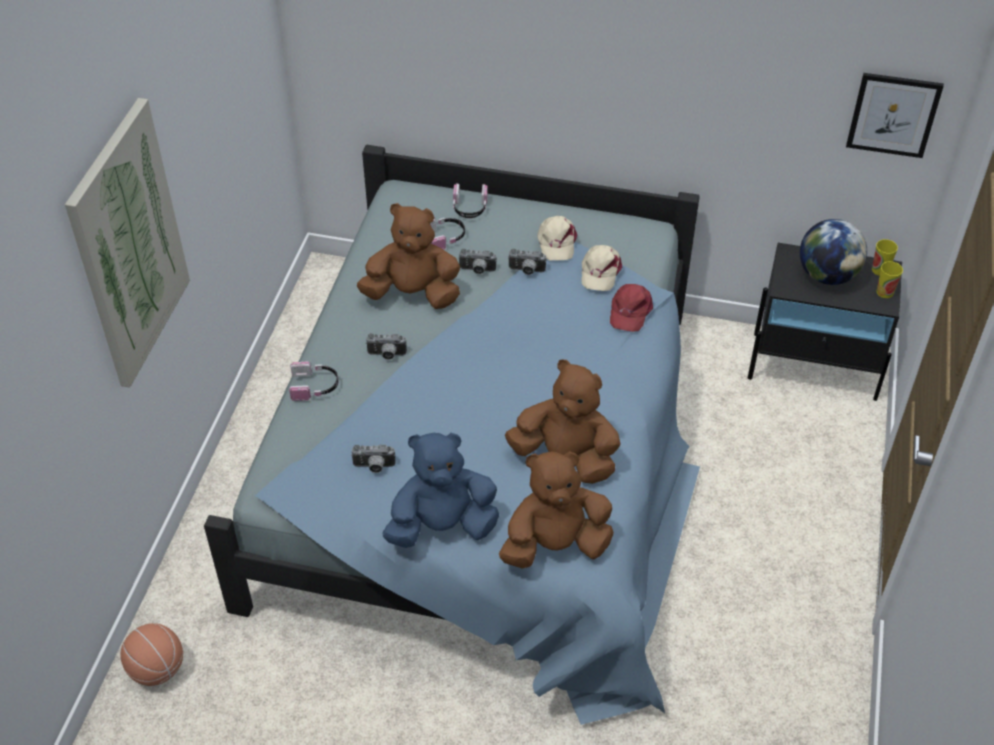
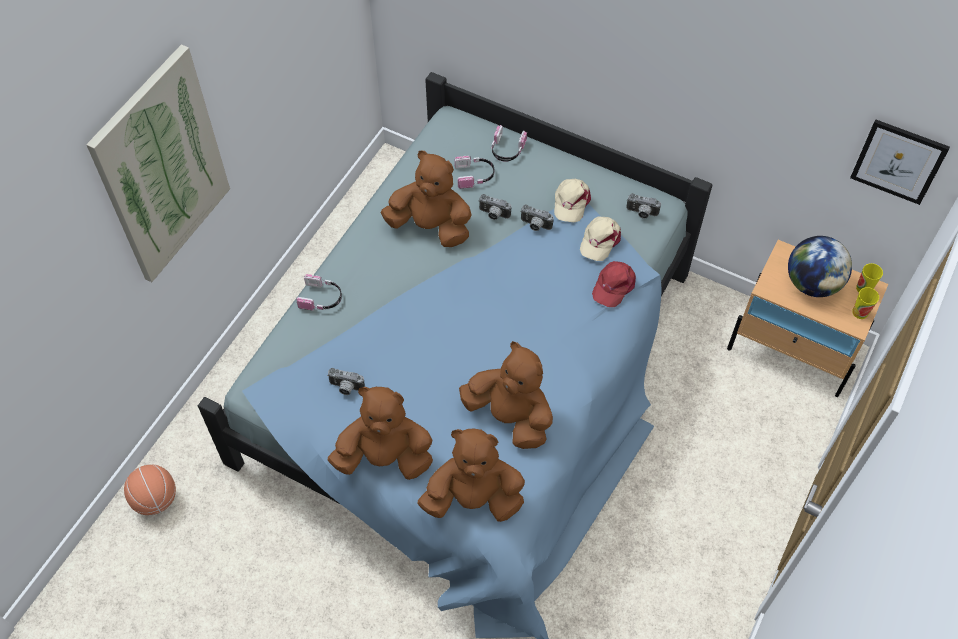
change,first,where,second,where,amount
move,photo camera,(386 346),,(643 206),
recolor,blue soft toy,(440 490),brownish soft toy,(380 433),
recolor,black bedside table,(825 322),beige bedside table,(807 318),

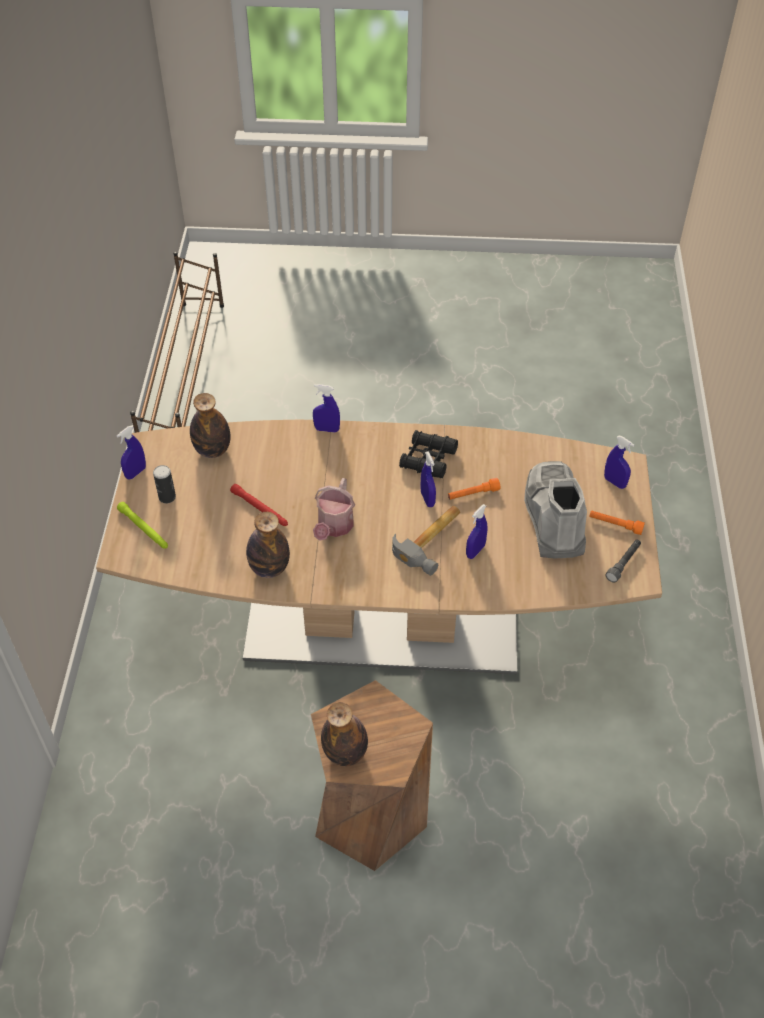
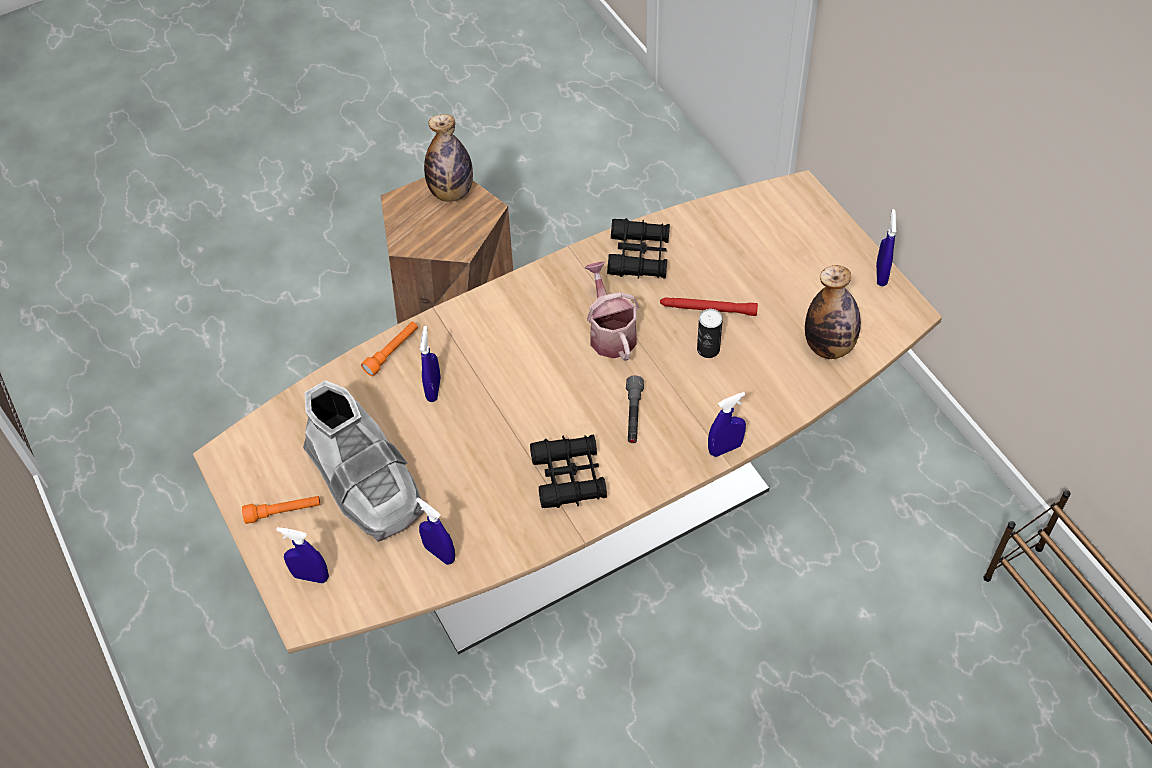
change,first,where,second,where,amount
delete,greenish flashlight,(142 525),,,
delete,hammer,(426 541),,,
move,sealed can,(164 484),,(710 333),
move,blue sprayer,(428 479),,(435 531),
move,orange flashlight,(474 489),,(389 349),
move,gray flashlight,(623 561),,(635 409),
replace,bottle,(268 545),black binoculars,(638 248),

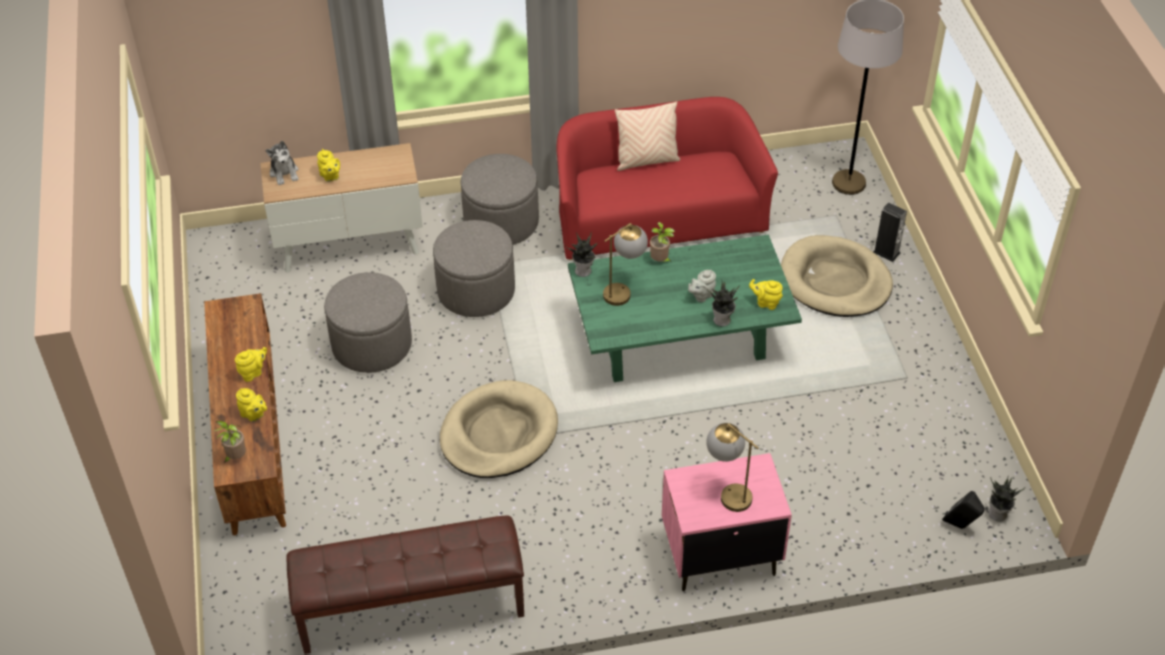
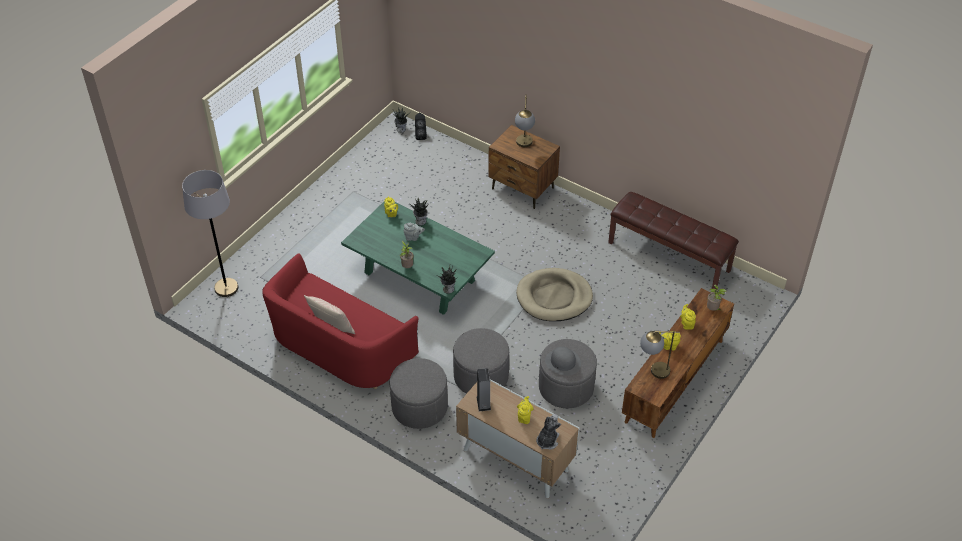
change,first,where,second,where,amount
delete,beige dog bed,(837 276),,,
insert,,,gray wearable hat,(563 361),
move,lamp for a table,(625 264),,(660 355),
move,speaker,(890 232),,(484 389),
recolor,pink-coloured bedside table,(727 522),brownish bedside table,(524 167),

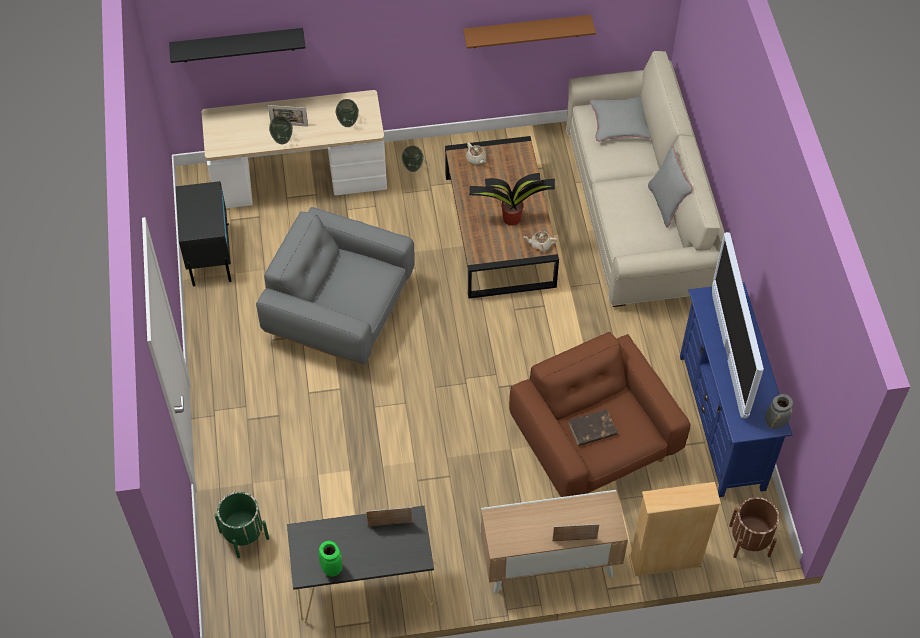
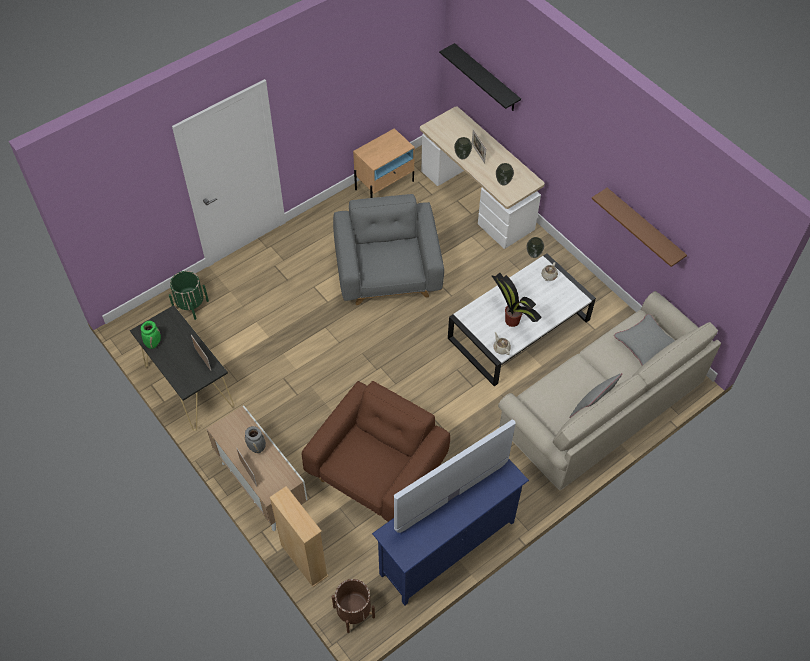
change,first,where,second,where,amount
delete,brownish volume,(592 427),,,
move,gray vase,(779 411),,(255 439),
recolor,black bedside table,(204 233),beige bedside table,(384 163),
recolor,brownish lounge table,(502 217),white lounge table,(522 320),

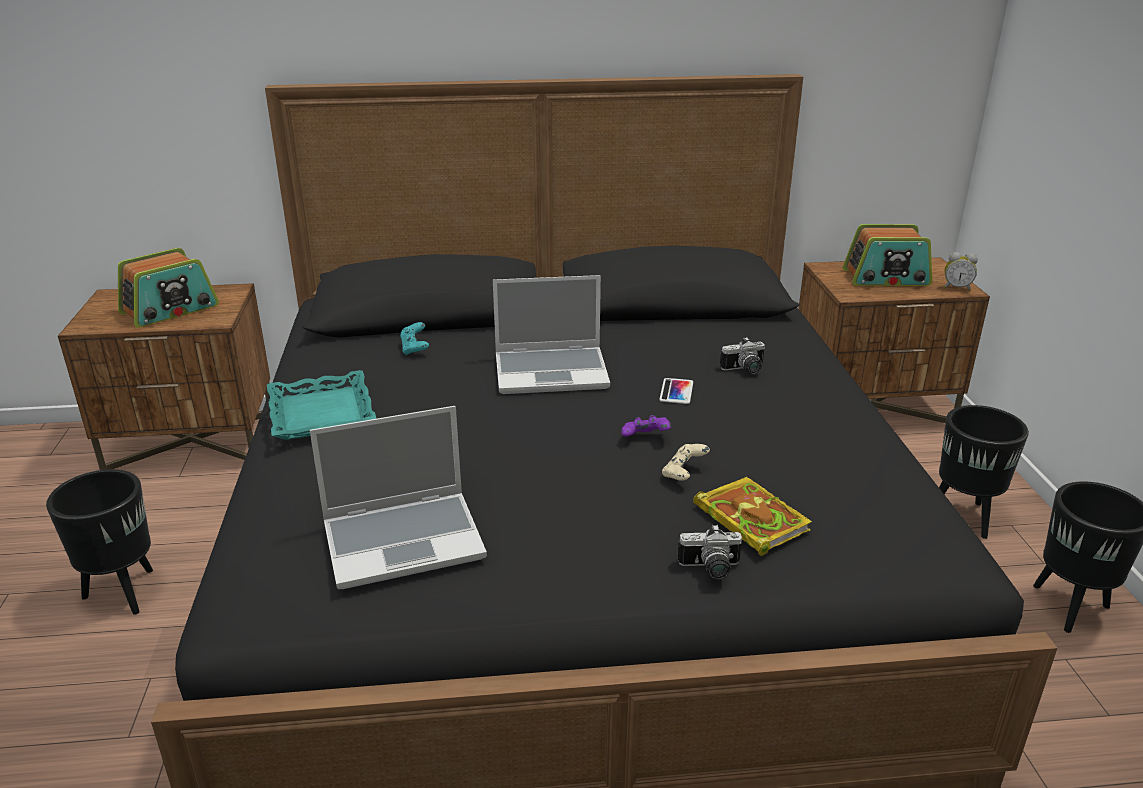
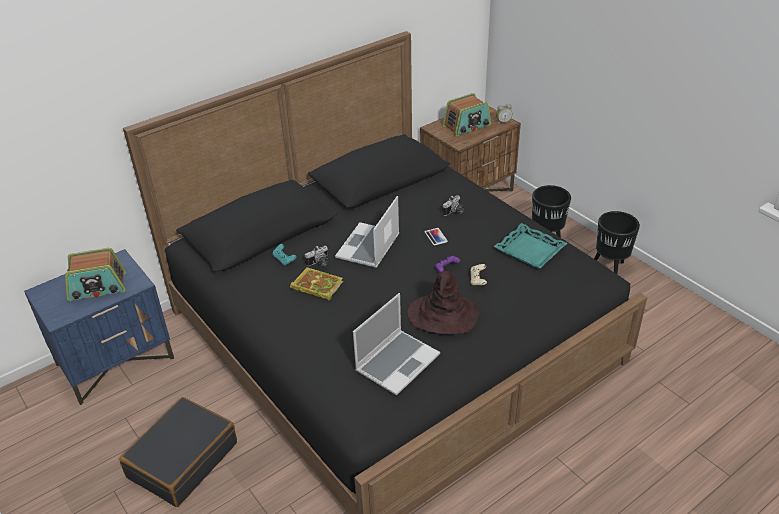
change,first,where,second,where,amount
insert,,,brownish wearable hat,(443 302),
move,blue-green serving tray,(322 405),,(530 245),
move,photo camera,(709 551),,(316 256),
move,volume,(752 516),,(316 283),
replace,black flower pot,(99 542),black suitcase,(178 452),
recolor,brownish bedside table,(164 376),blue bedside table,(99 327),
rotate,radio,(168 288),,(95 274),60 degrees clockwise
rotate,laptop,(551 334),,(367 232),150 degrees clockwise

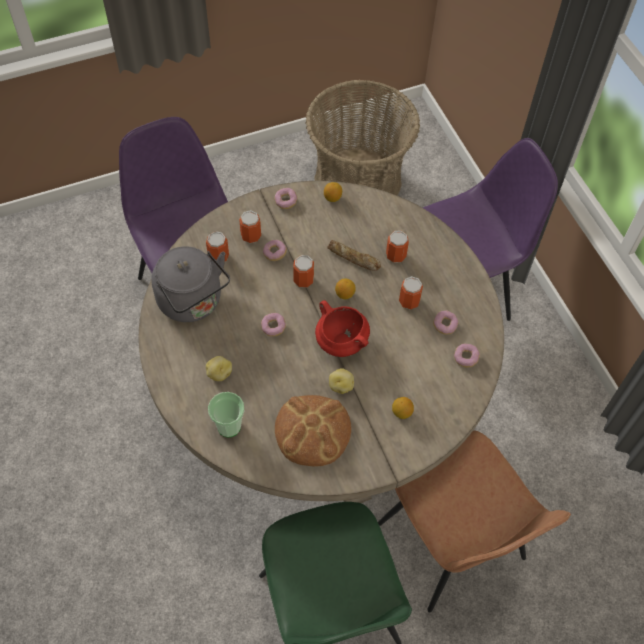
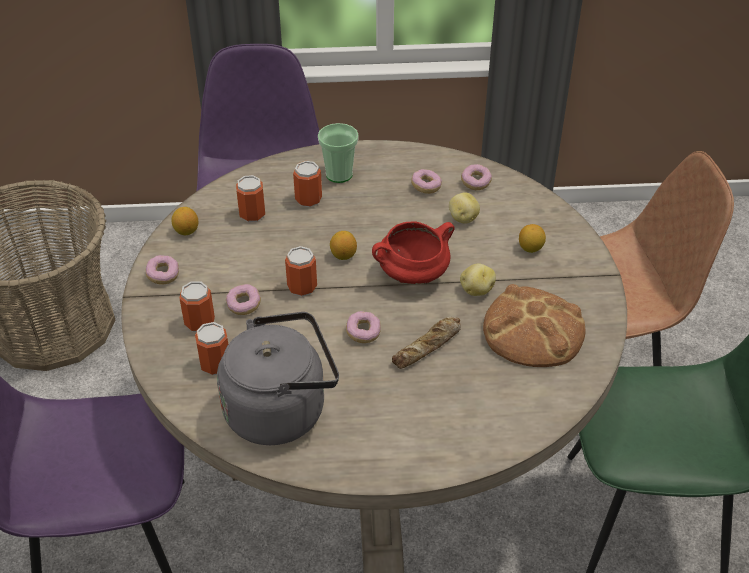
change,first,where,second,where,amount
move,potato,(219 368),,(464 207),
move,drinking cup,(226 415),,(338 153),
move,baked bread,(354 255),,(426 343),
move,sealed can,(411 293),,(250 198),

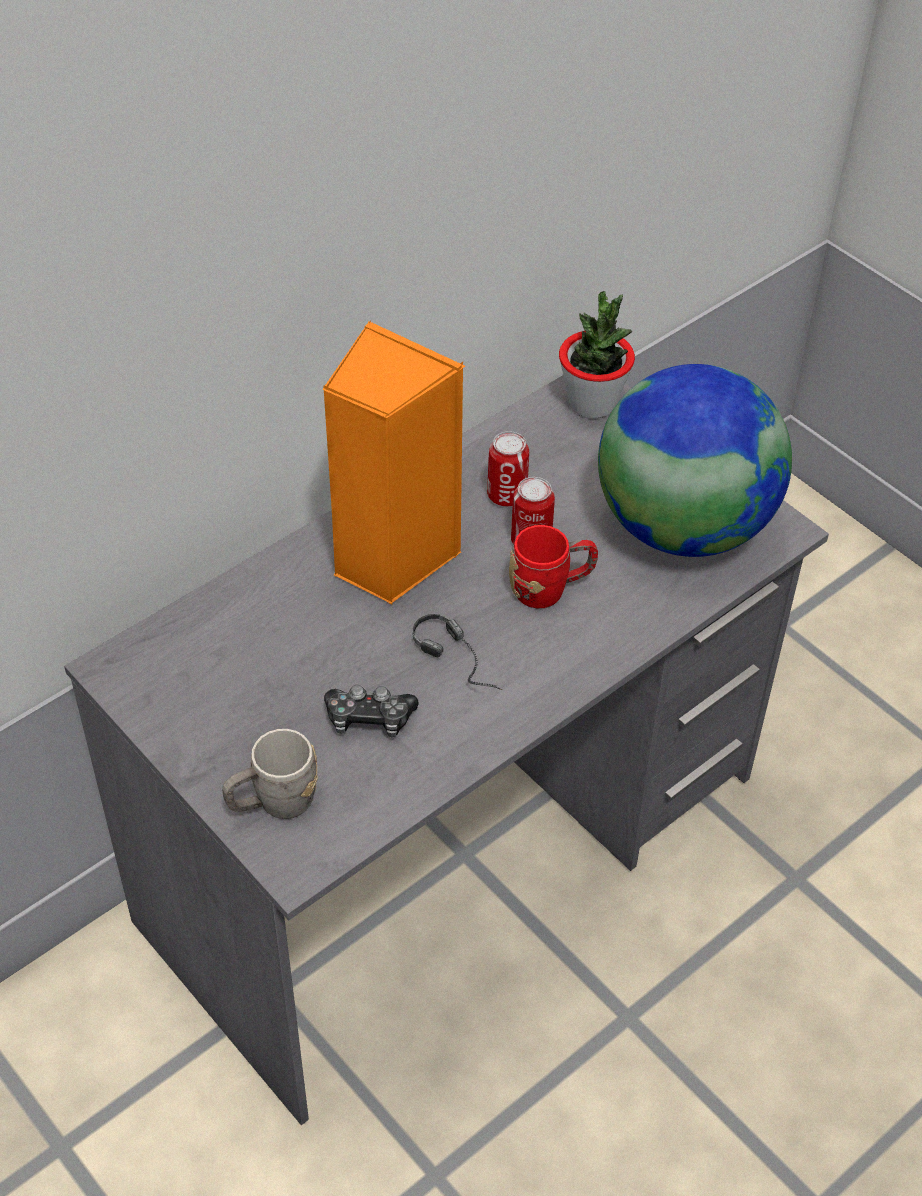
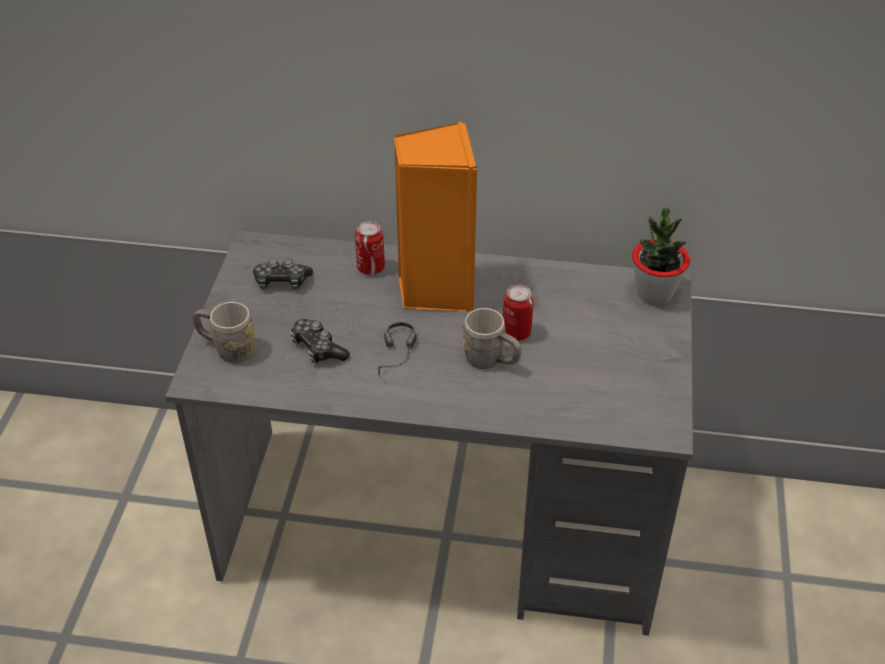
change,first,where,second,where,amount
delete,desk globe,(695 460),,,
insert,,,gamepad,(283 274),
move,sealed can,(508 469),,(370 248),
recolor,red tea mug,(553 566),gray tea mug,(491 338),

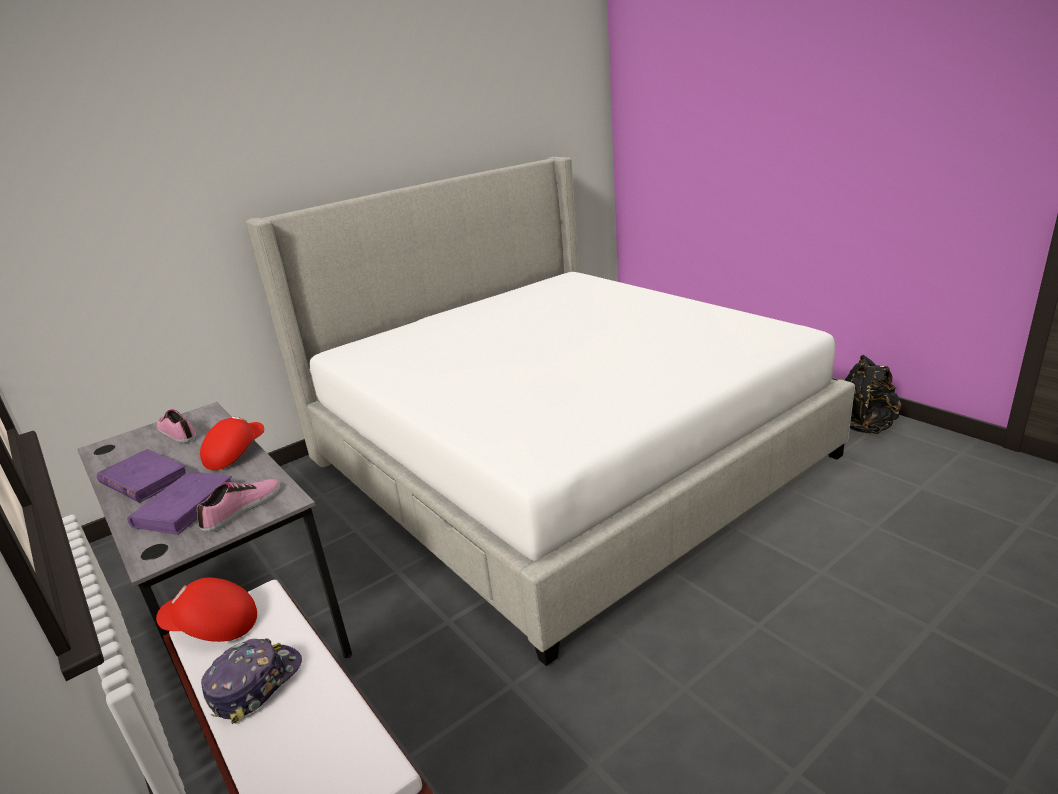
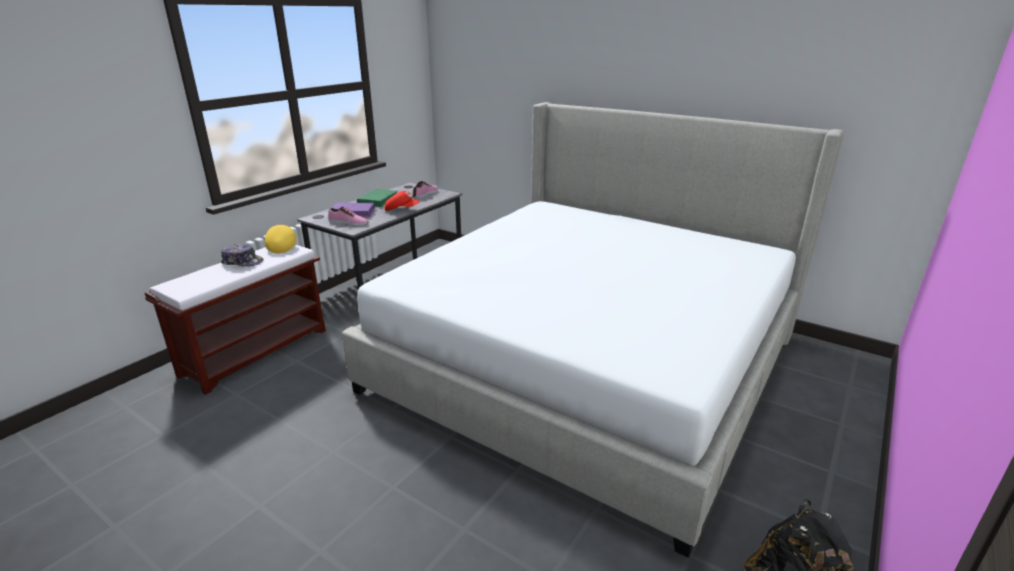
change,first,where,second,where,amount
recolor,purplish volume,(141 476),greenish volume,(377 198),
recolor,red peaked cap,(206 610),yellow peaked cap,(280 238),

